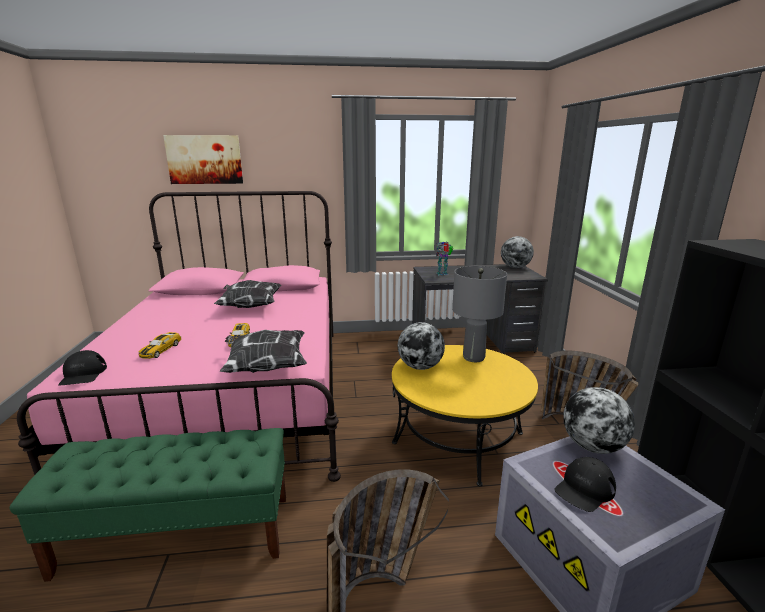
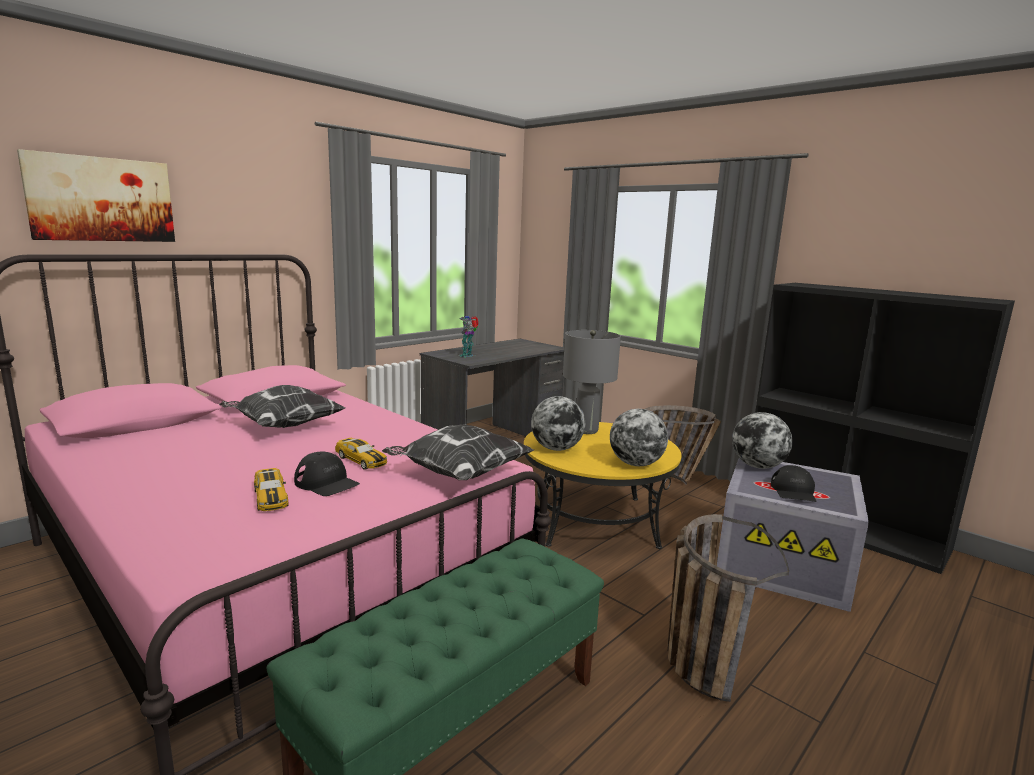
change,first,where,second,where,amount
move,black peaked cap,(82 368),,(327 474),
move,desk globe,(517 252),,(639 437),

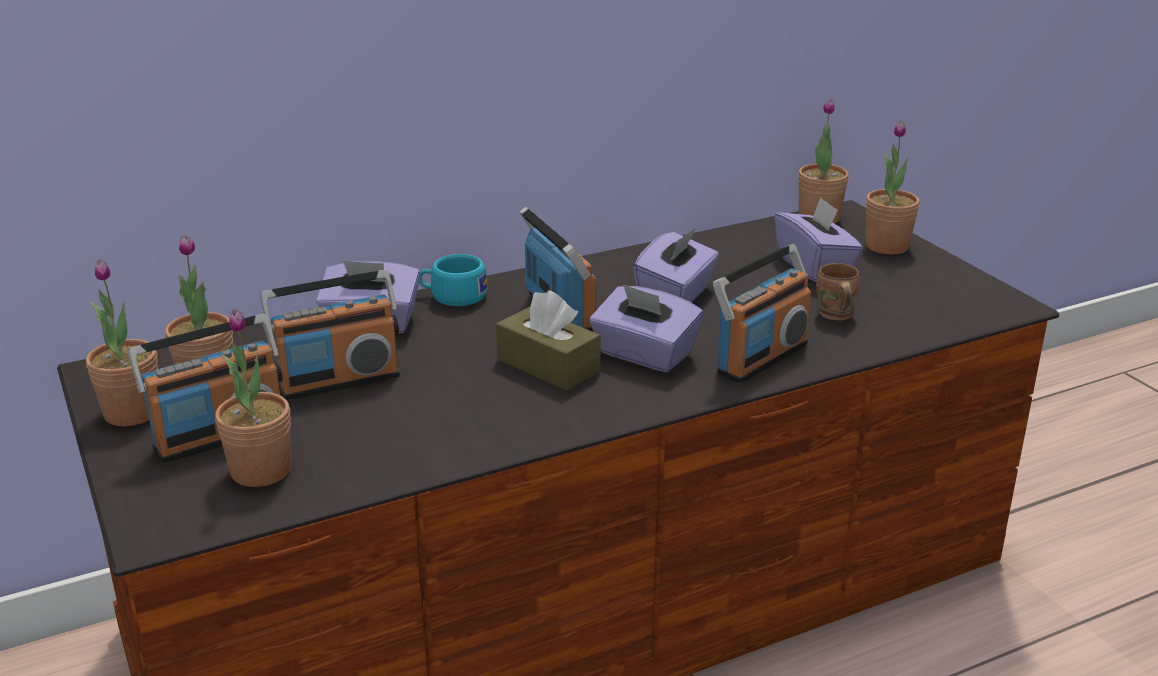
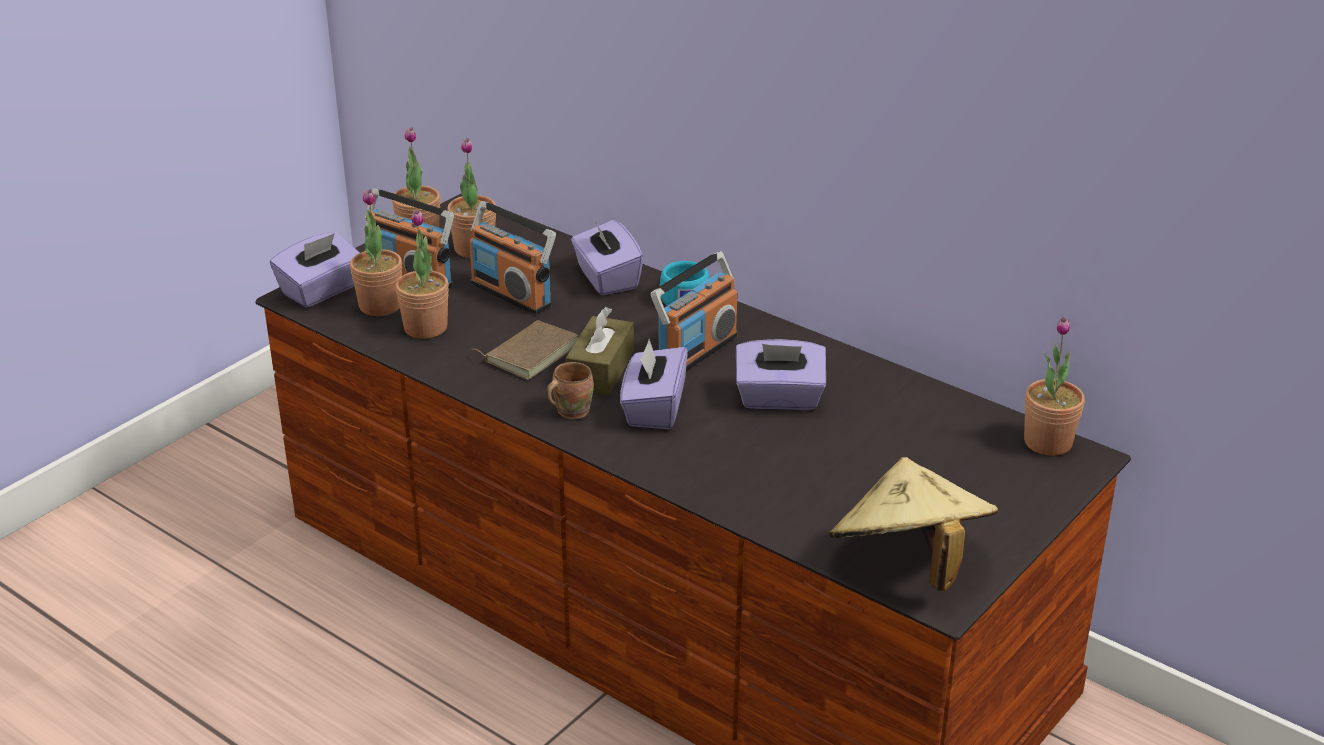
change,first,where,second,where,amount
delete,radio,(762 313),,,
insert,,,brownish volume,(526 350),
insert,,,beige wearable hat,(913 524),
move,purplish tissue holder,(818 239),,(315 270),
move,brownish tea mug,(838 291),,(570 390),
move,potted plant,(893 187),,(422 274),

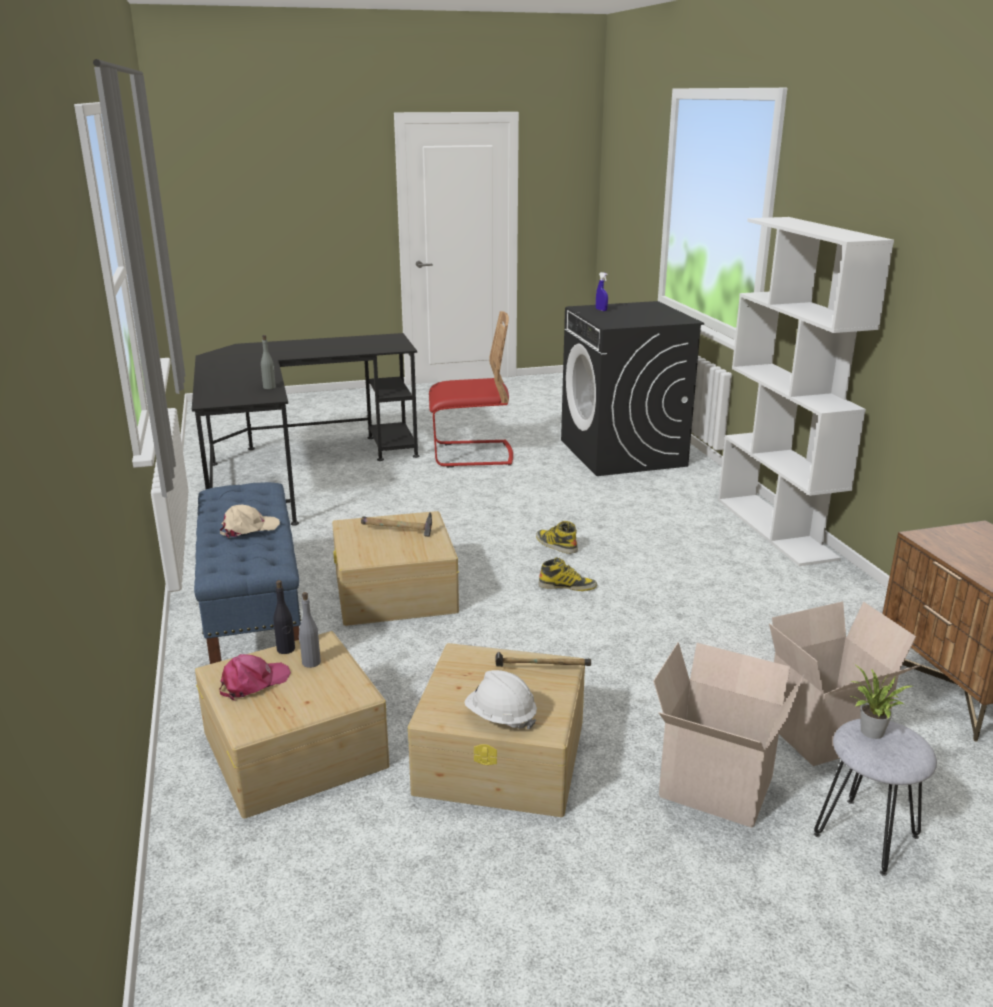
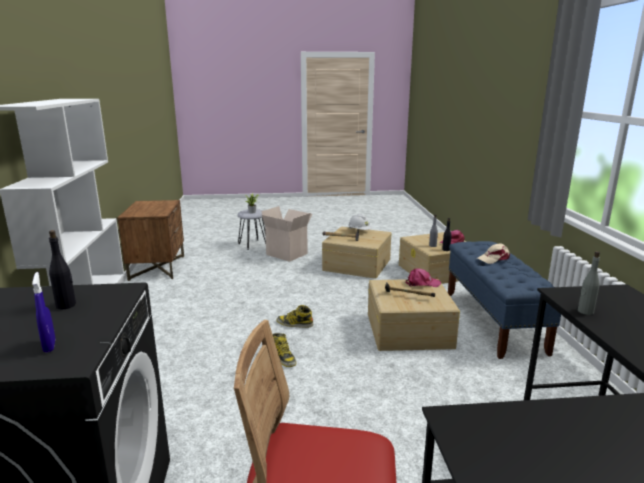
change,first,where,second,where,amount
delete,cardboard box,(846 684),,,
insert,,,black bottle,(62 270),
insert,,,pink-coloured peaked cap,(423 277),

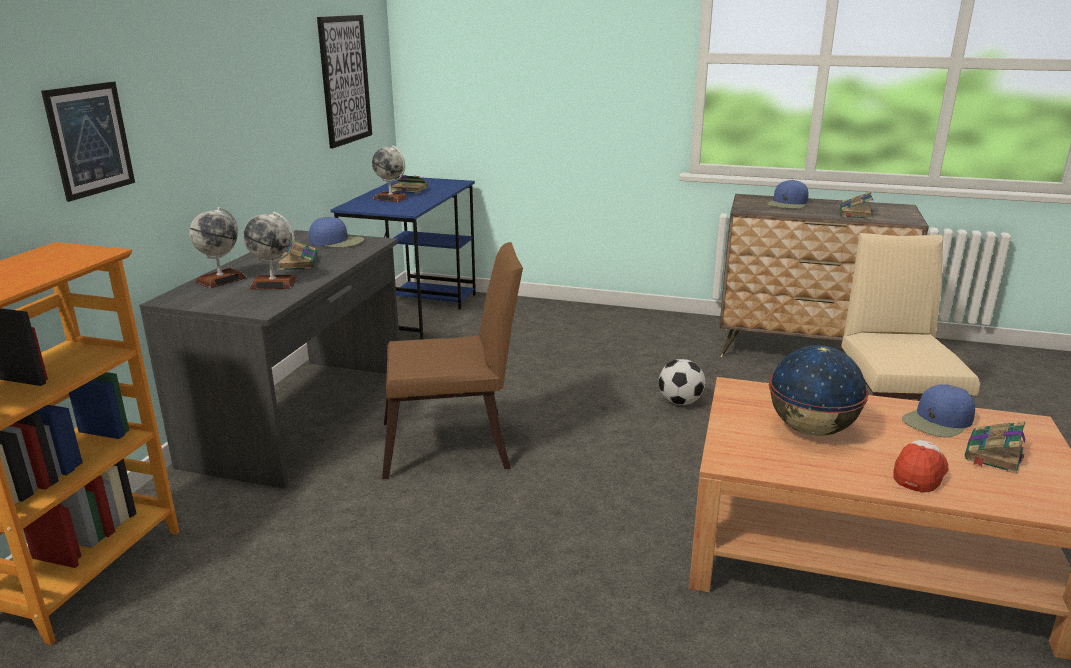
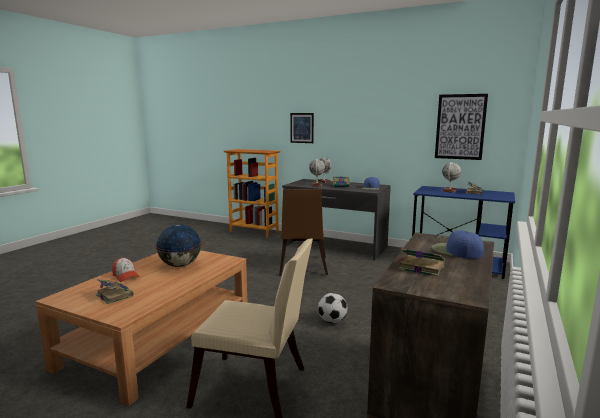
change,first,where,second,where,amount
delete,blue peaked cap,(938 410),,,

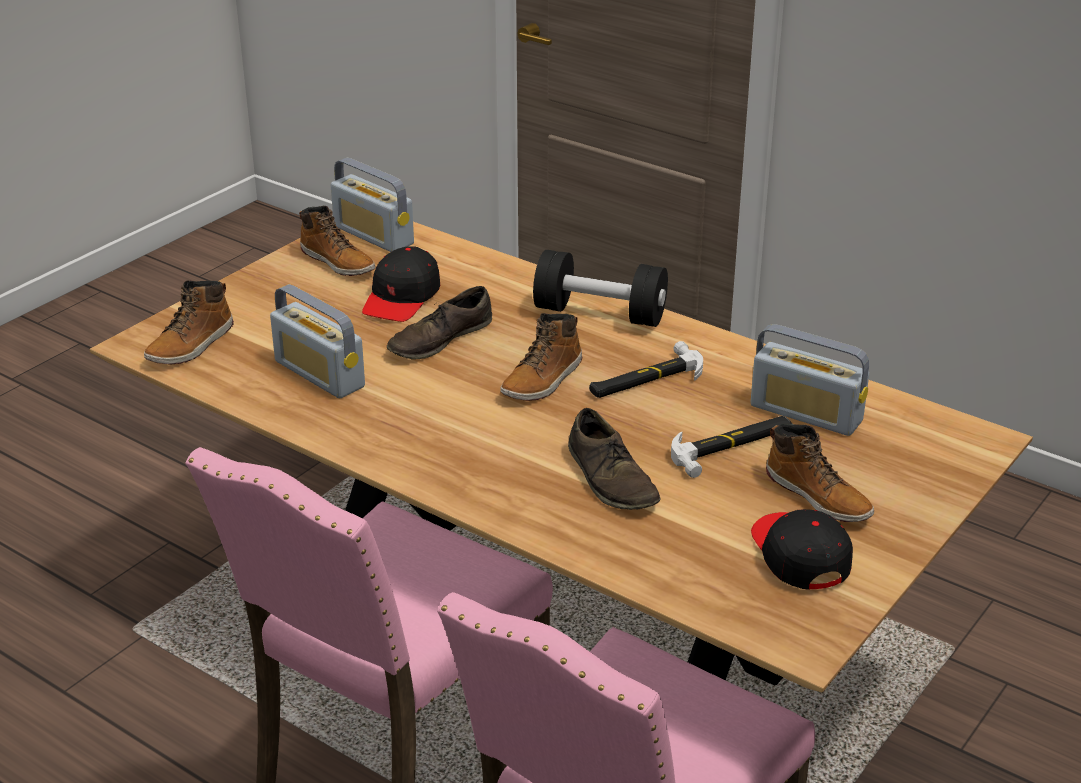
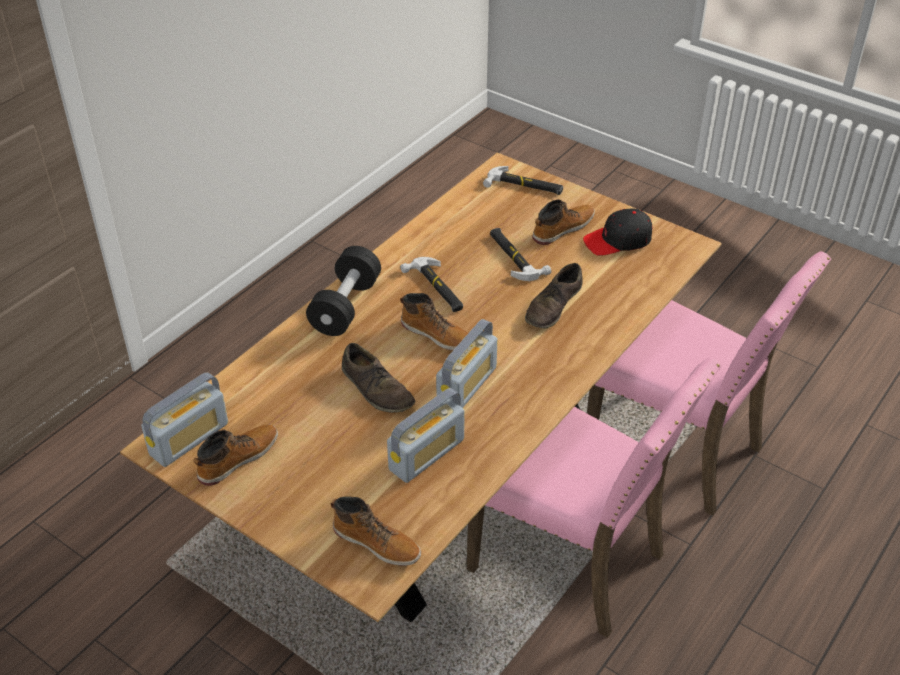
change,first,where,second,where,amount
delete,black peaked cap,(401 284),,,
insert,,,hammer,(523 180),
move,radio,(810 380),,(467 363),
rotate,brownish item of footwear,(614 459),,(554 296),150 degrees clockwise

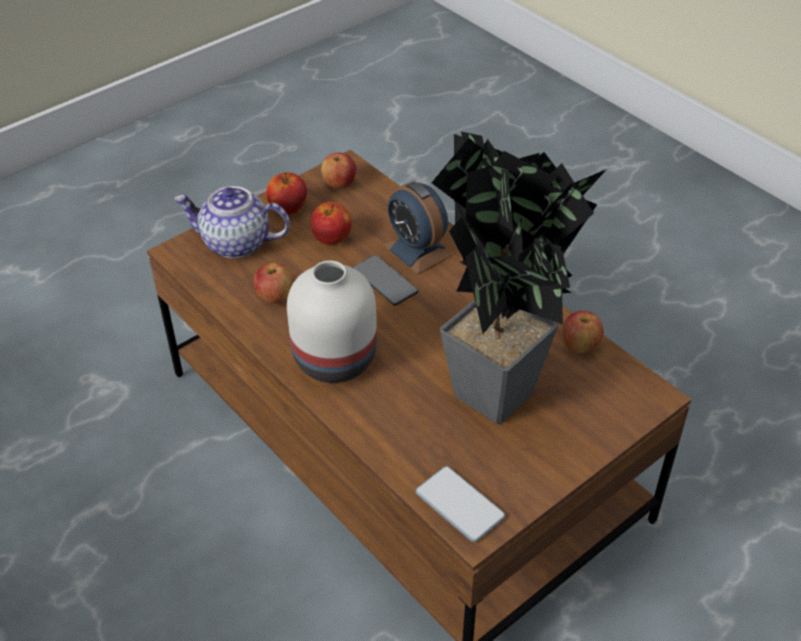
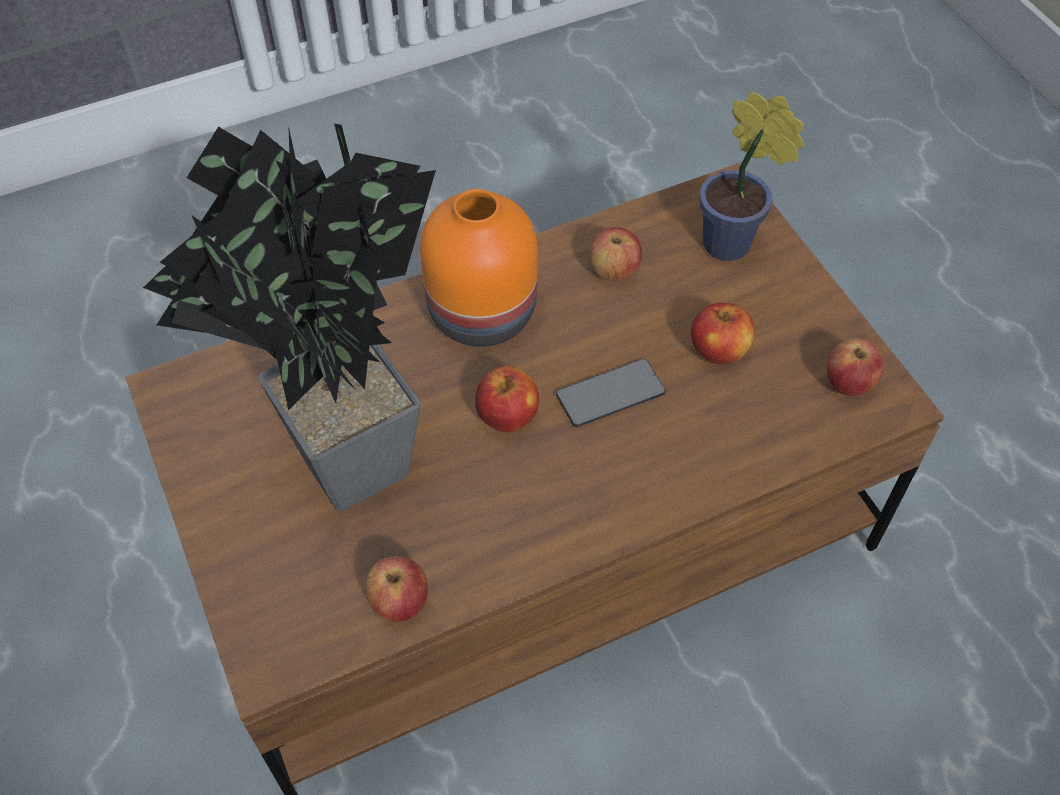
change,first,where,second,where,amount
delete,table clock,(417 227),,,
delete,telephone,(460 504),,,
move,apple fruit,(286 193),,(507 399),
replace,teapot,(232 222),potted plant,(752 176),
recolor,white vase,(332 321),orange vase,(479 268),

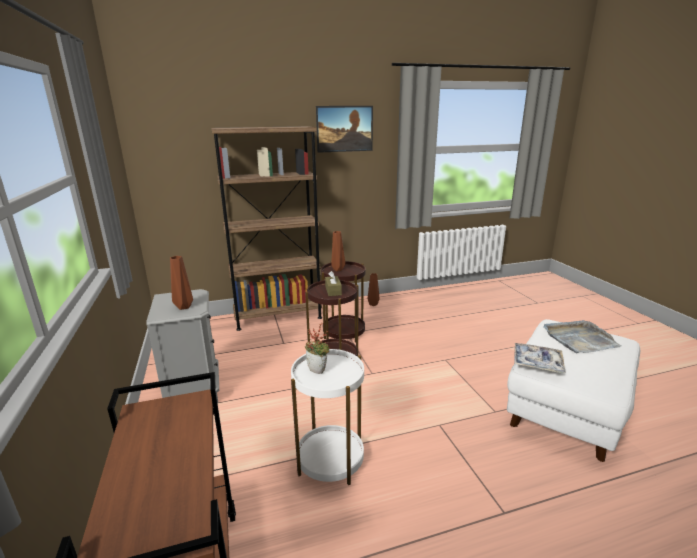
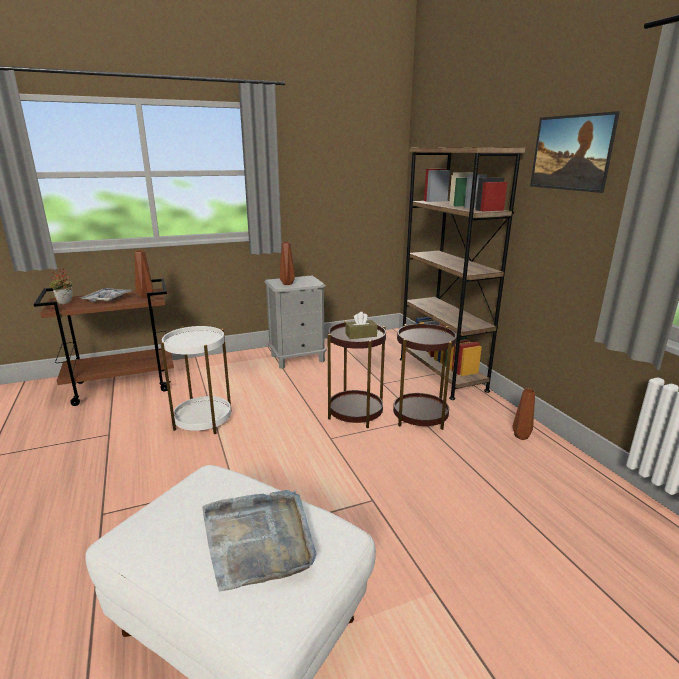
change,first,where,second,where,amount
move,potted plant,(317 348),,(61 286),
move,brownish vase,(338 251),,(144 274),
move,serving tray,(540 358),,(106 295),

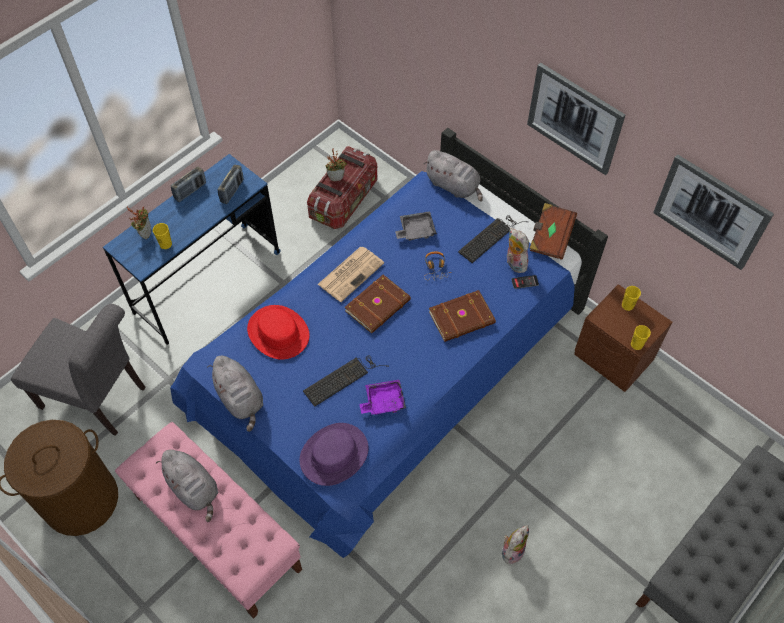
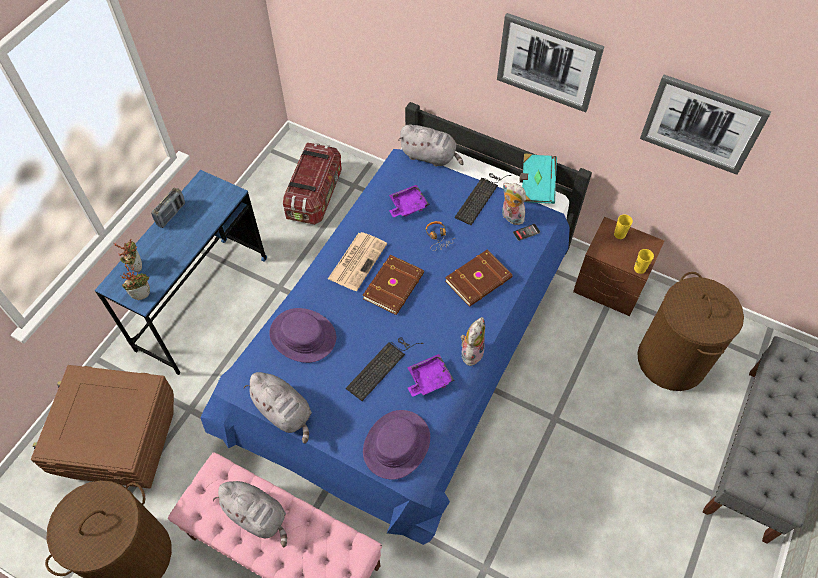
change,first,where,second,where,amount
delete,yellow drinking cup,(162 236),,,
delete,radio,(230 184),,,
insert,,,brownish hamper,(690 331),
move,potted plant,(336 164),,(135 281),
move,soft toy,(515 544),,(473 342),
replace,gray plain chair,(78 370),brownish storage bin,(102 427),
recolor,red wearable hat,(278 332),purplish wearable hat,(302 335),
recolor,gray serving tray,(416 226),purplish serving tray,(409 201),
recolor,brownish volume,(553 231),blue-green volume,(538 178),

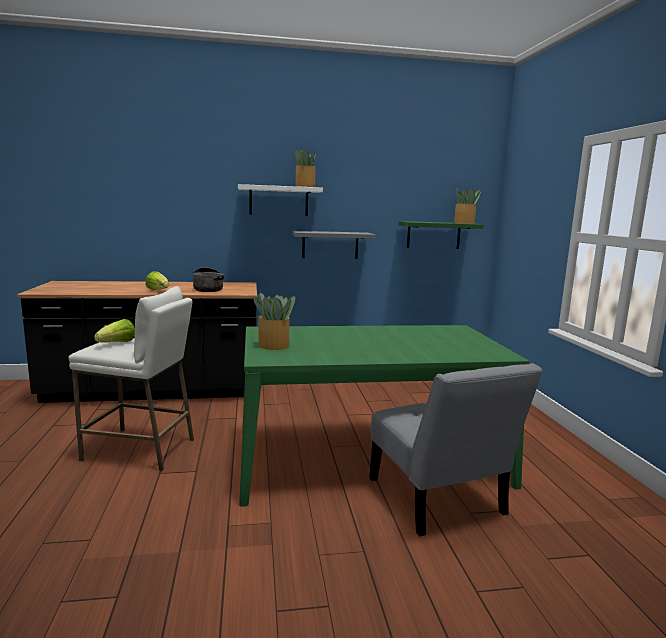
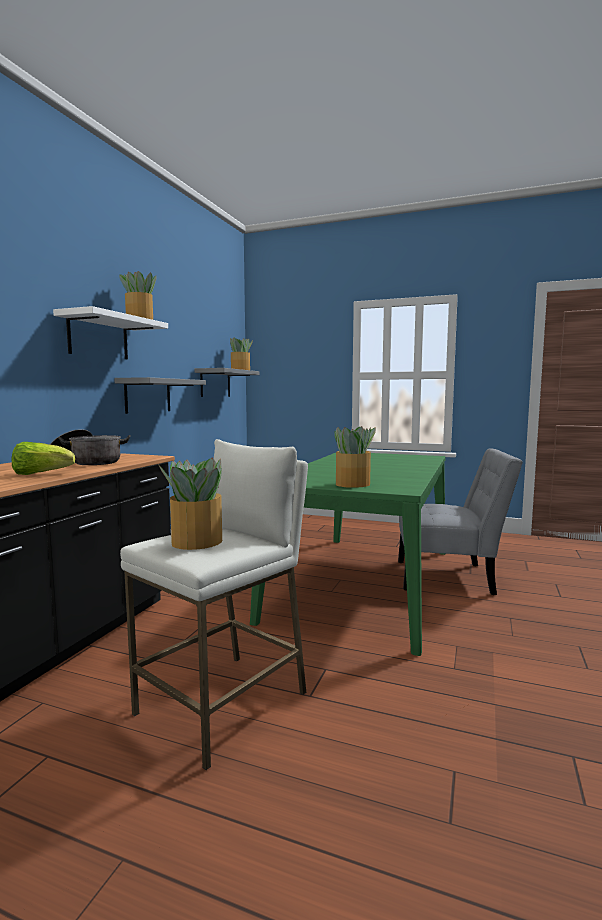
change,first,where,second,where,amount
replace,lettuce head,(114 331),potted plant,(190 504),
recolor,greenish shelf,(441 235),gray shelf,(227 382),

